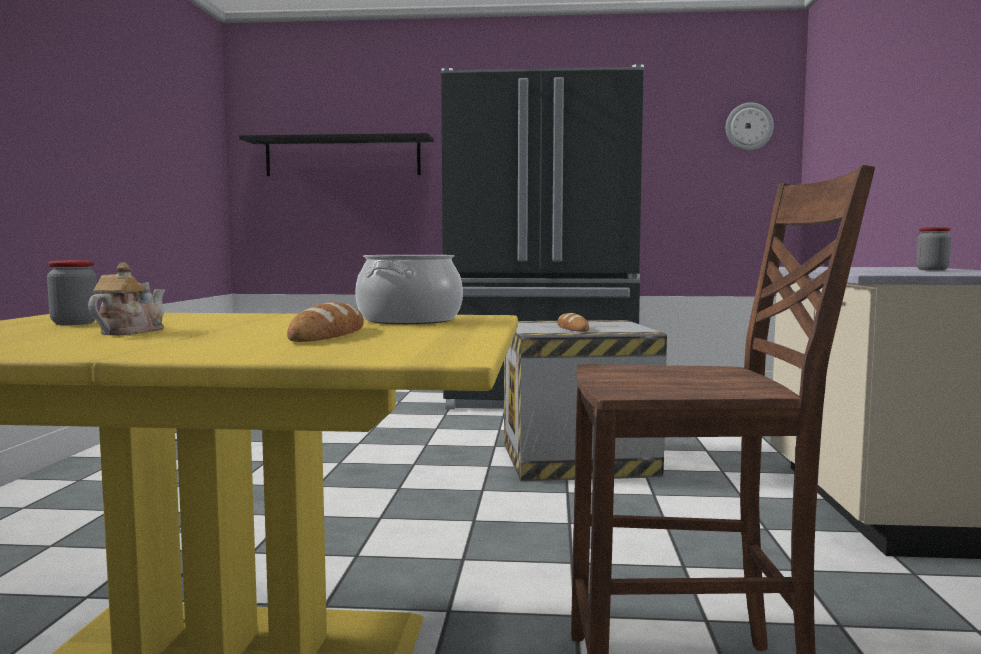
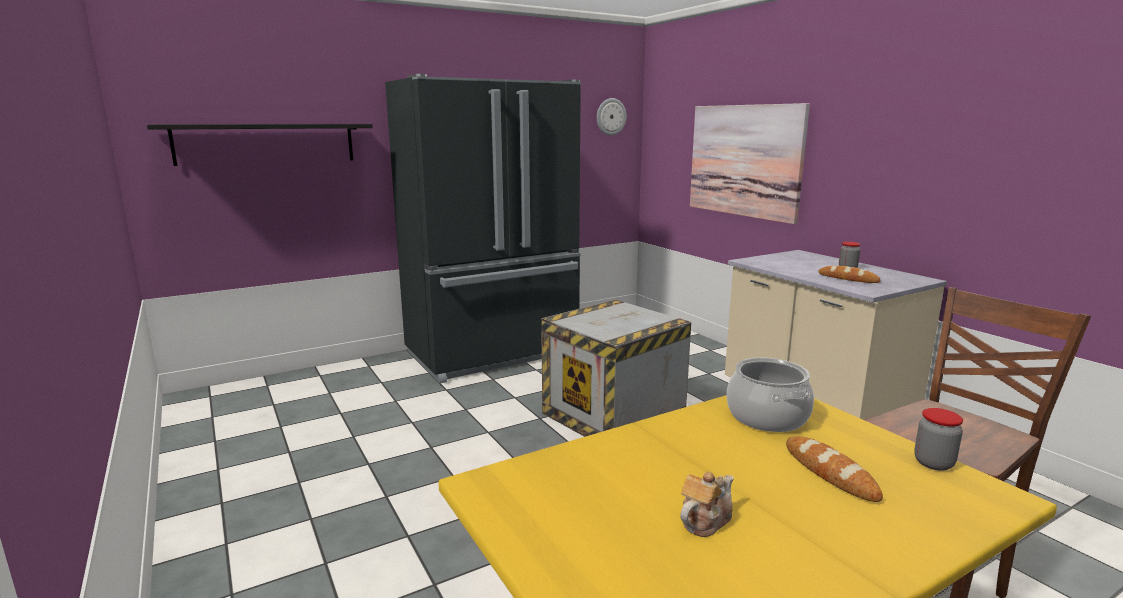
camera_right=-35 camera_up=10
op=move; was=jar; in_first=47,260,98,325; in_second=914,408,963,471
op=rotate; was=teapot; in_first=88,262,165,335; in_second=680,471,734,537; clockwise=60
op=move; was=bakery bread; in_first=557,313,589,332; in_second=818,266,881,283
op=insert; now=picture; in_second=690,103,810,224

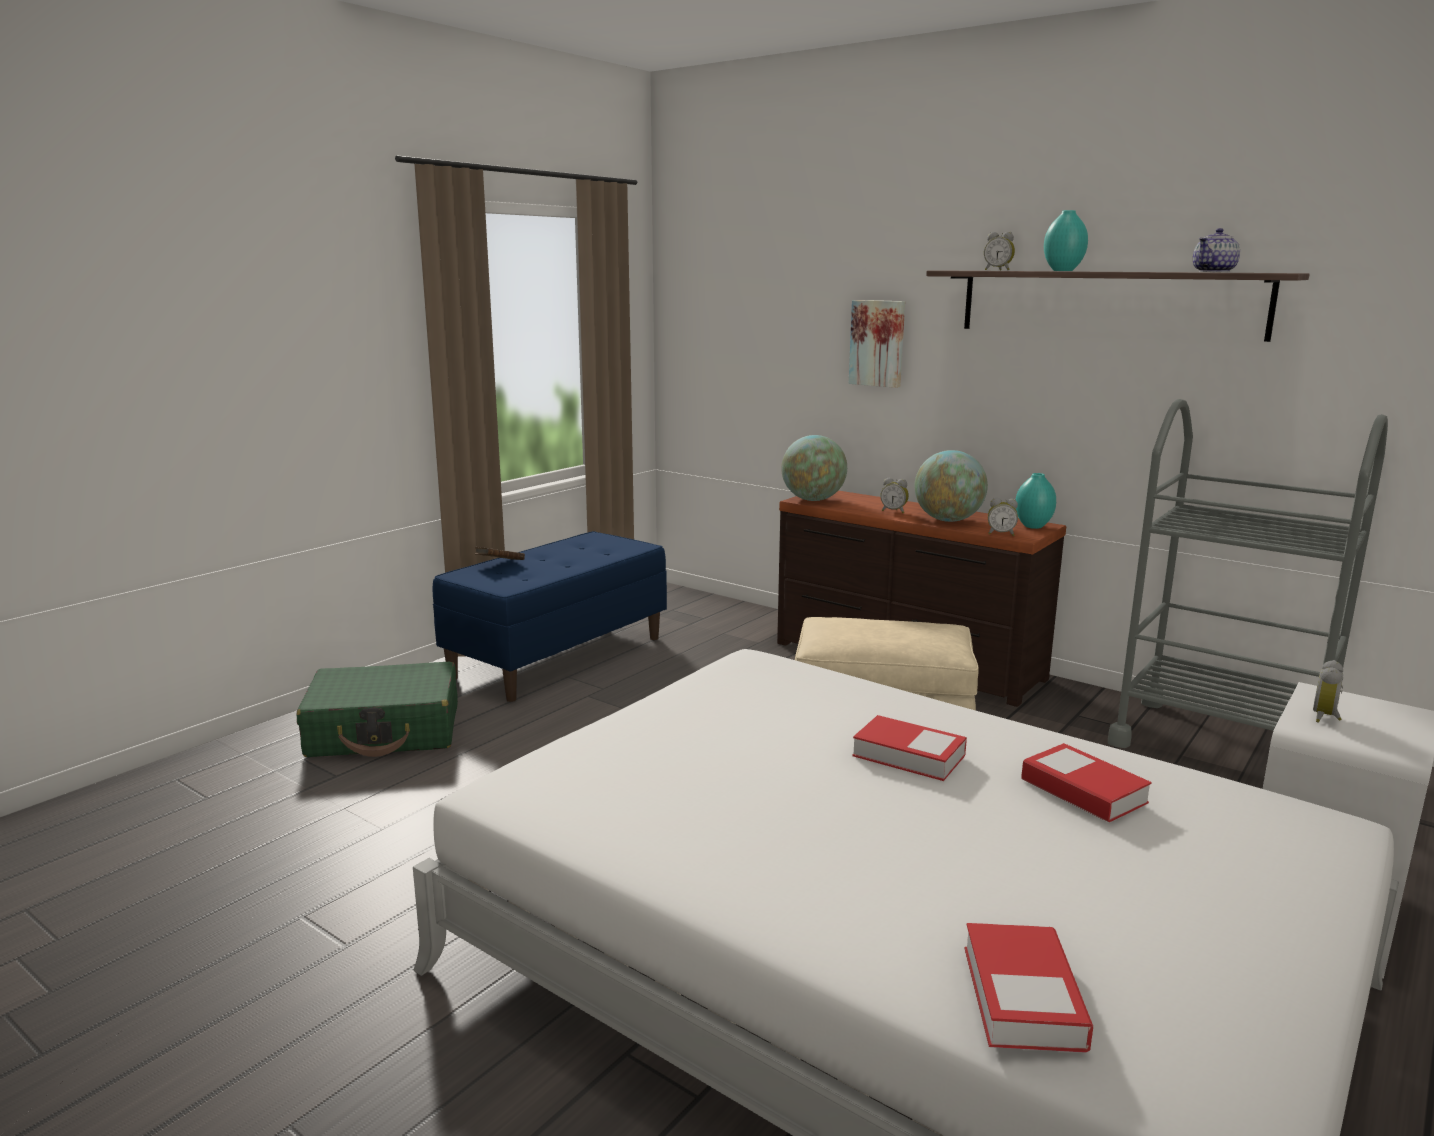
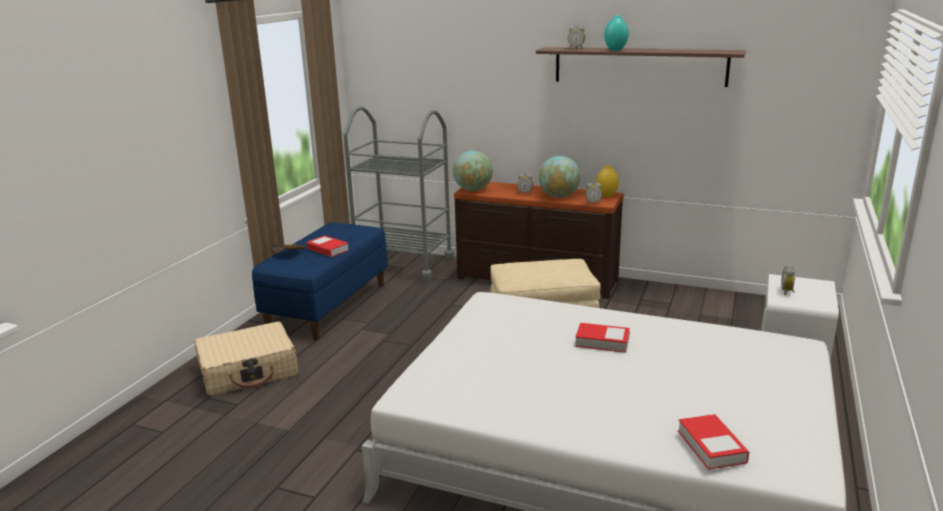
camera_right=-15 camera_up=5
op=delete; was=teapot; in_first=1193,228,1240,272
op=delete; was=picture; in_first=849,300,905,388
op=move; was=greyish trolley; in_first=1108,399,1388,748; in_second=343,107,455,281
op=recolor; was=turquoise-coloured flower vase; now=yellowish flower vase; in_first=1015,473,1056,529; in_second=596,165,619,197
op=recolor; was=green-coloured suitcase; now=sand-coloured suitcase; in_first=297,662,458,757; in_second=194,322,298,396
op=move; was=bound book; in_first=1021,743,1152,822; in_second=307,235,349,257

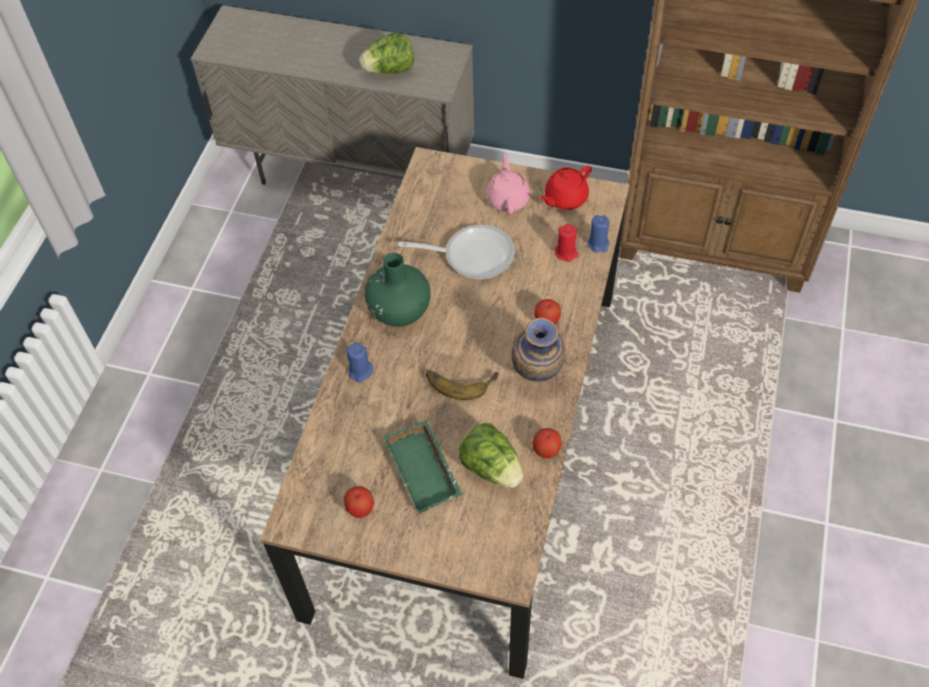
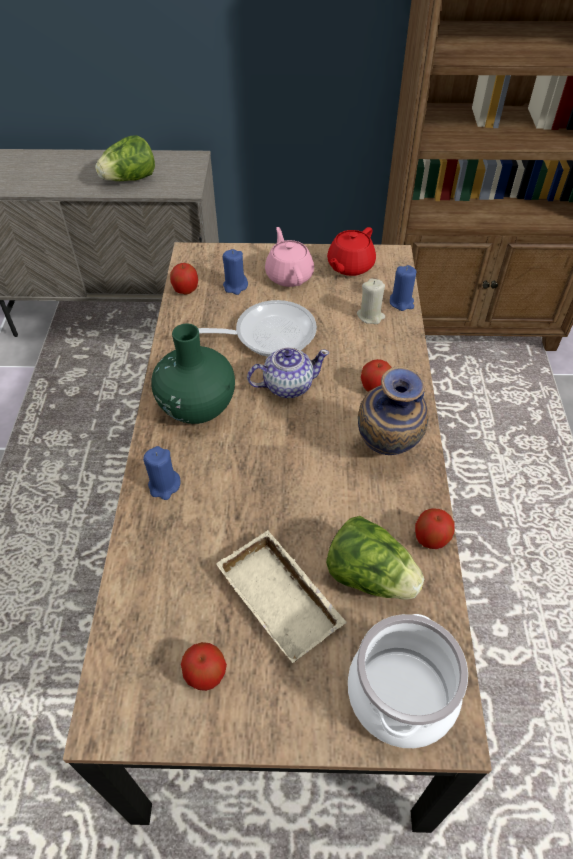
camera_right=-15 camera_up=-5
op=recolor; was=red-coloured wax light; now=sand-coloured wax light; in_first=554,224,579,262; in_second=357,279,385,324
op=delete; was=banana; in_first=426,371,498,400
op=recolor; was=green-coloured tray; now=sand-coloured tray; in_first=383,420,463,513; in_second=216,530,347,663
op=insert; now=blue wax light; in_second=223,249,248,295
op=insert; now=apple; in_second=170,263,198,294
op=insert; now=teapot; in_second=247,347,329,398
op=insert; now=cooking pot; in_second=348,614,468,748

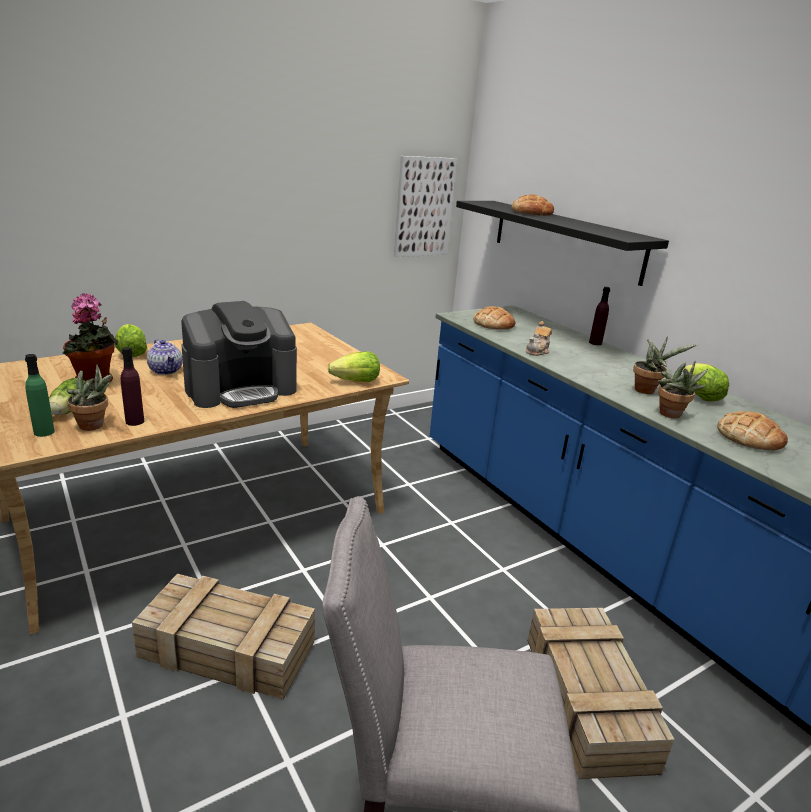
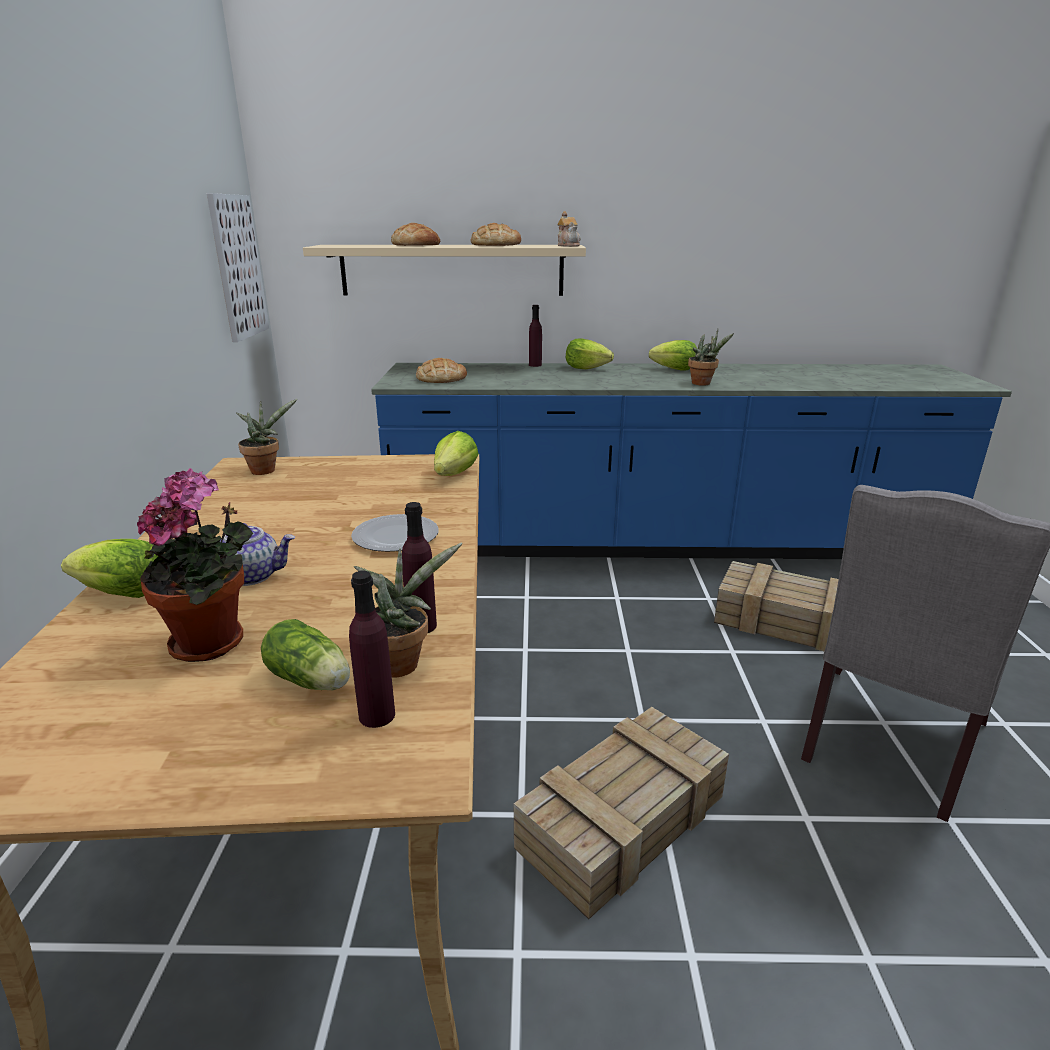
camera_right=-55 camera_up=0
op=recolor; was=black bracket shelf; now=sand-coloured bracket shelf; in_first=456,201,669,286; in_second=303,245,586,296
op=replace; was=coffee machine; now=flat dish; in_first=181,301,297,408; in_second=351,514,439,552
op=move; was=teapot; in_first=526,321,552,356; in_second=557,211,581,247
op=move; was=potted plant; in_first=633,336,697,394; in_second=236,399,297,475
op=recolor; was=green-coloured drink bottle; now=purple-coloured drink bottle; in_first=25,354,55,437; in_second=349,571,395,728
op=move; was=bakery bread; in_first=717,411,788,450; in_second=471,223,521,246
op=insert; now=lettuce head; in_second=566,339,614,369

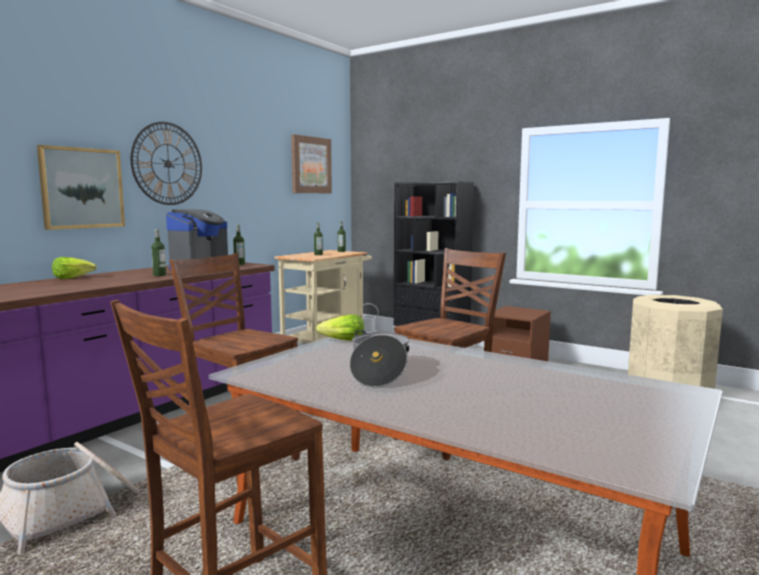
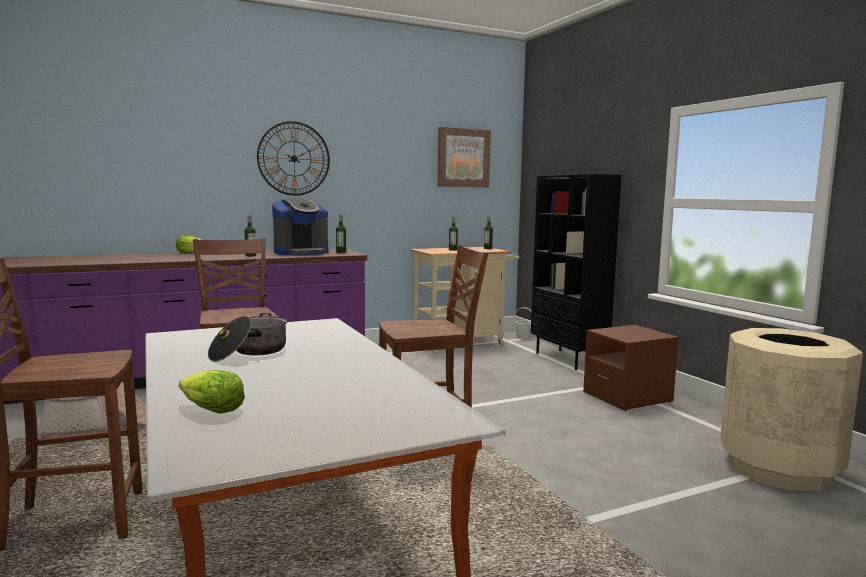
camera_right=30 camera_up=0
op=delete; was=picture; in_first=37,145,125,230
op=move; was=lettuce head; in_first=316,314,364,341; in_second=179,370,245,414

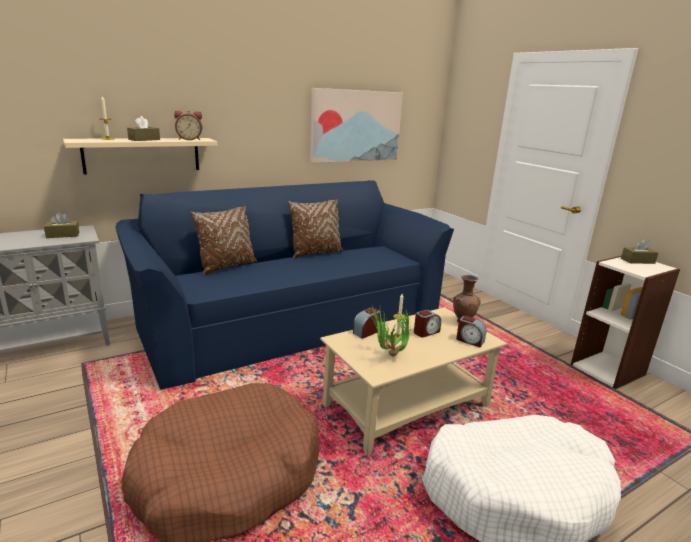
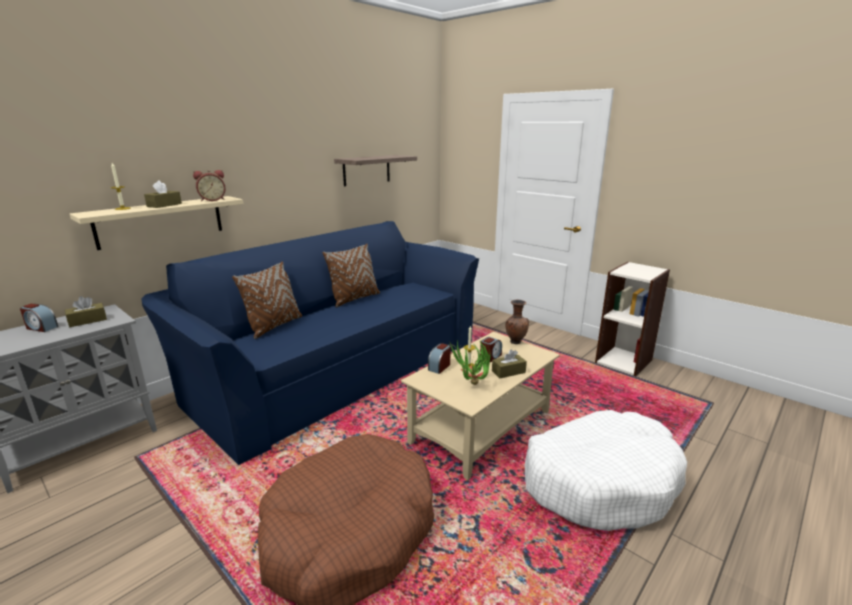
camera_right=-15 camera_up=0
op=replace; was=picture; now=bracket shelf; in_first=310,88,403,163; in_second=334,155,417,186
op=move; was=brown box of tissues; in_first=621,239,659,264; in_second=492,349,527,378
op=move; was=bedside clock; in_first=456,316,486,347; in_second=20,304,58,332

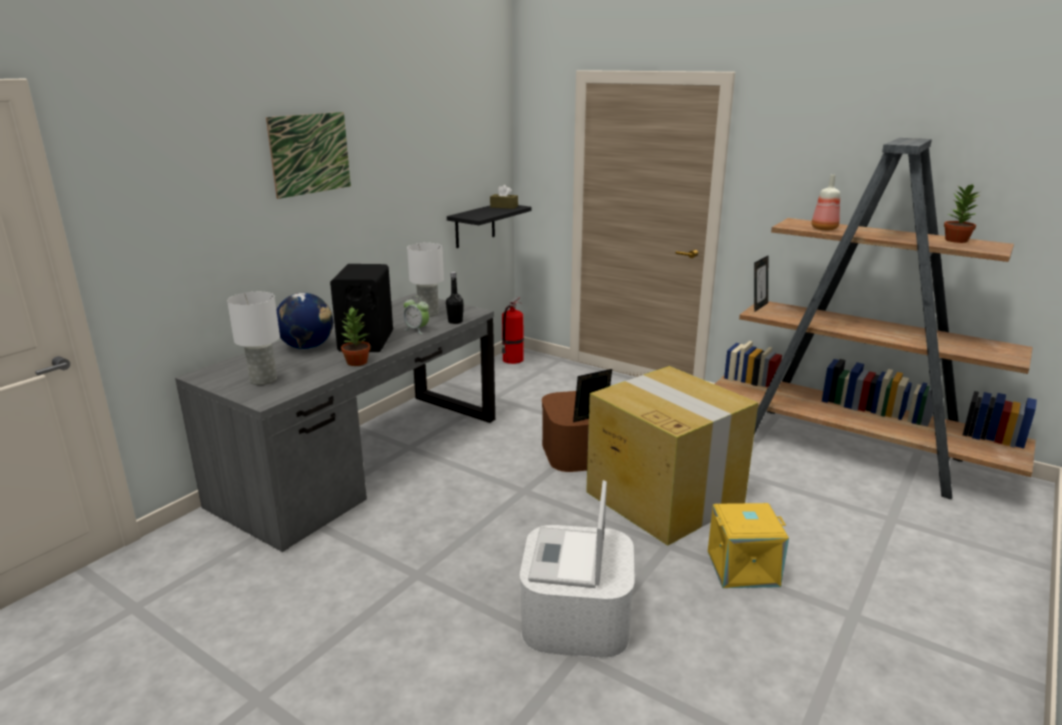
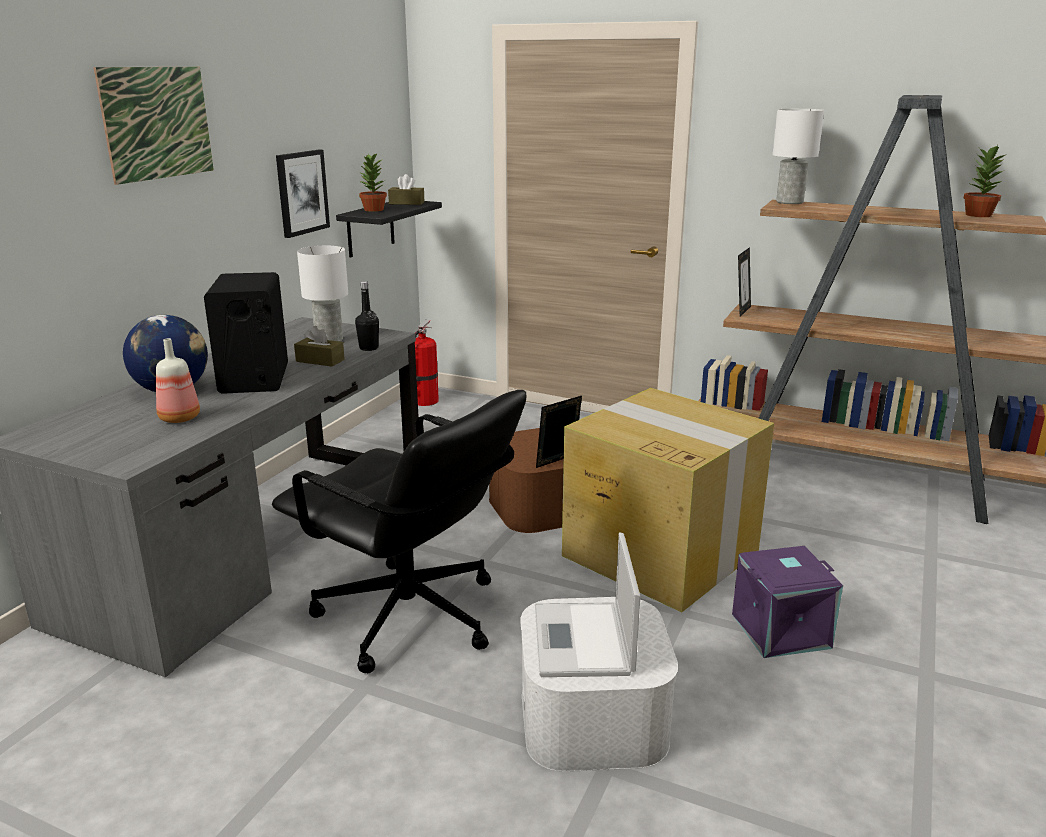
camera_right=-10 camera_up=0
op=move; was=drink bottle; in_first=811,174,840,230; in_second=156,338,200,423
op=move; was=white table lamp; in_first=227,292,280,385; in_second=772,109,824,204
op=replace; was=bedside clock; now=brown box of tissues; in_first=403,296,429,334; in_second=294,326,345,367
op=move; was=potted plant; in_first=341,307,370,366; in_second=359,153,387,212
op=recolor; was=yellowish storage container; now=purple-coloured storage container; in_first=708,503,789,588; in_second=732,546,843,658
op=insert; now=picture; in_second=276,150,330,238
op=insert; now=black computer chair; in_second=272,390,526,673

